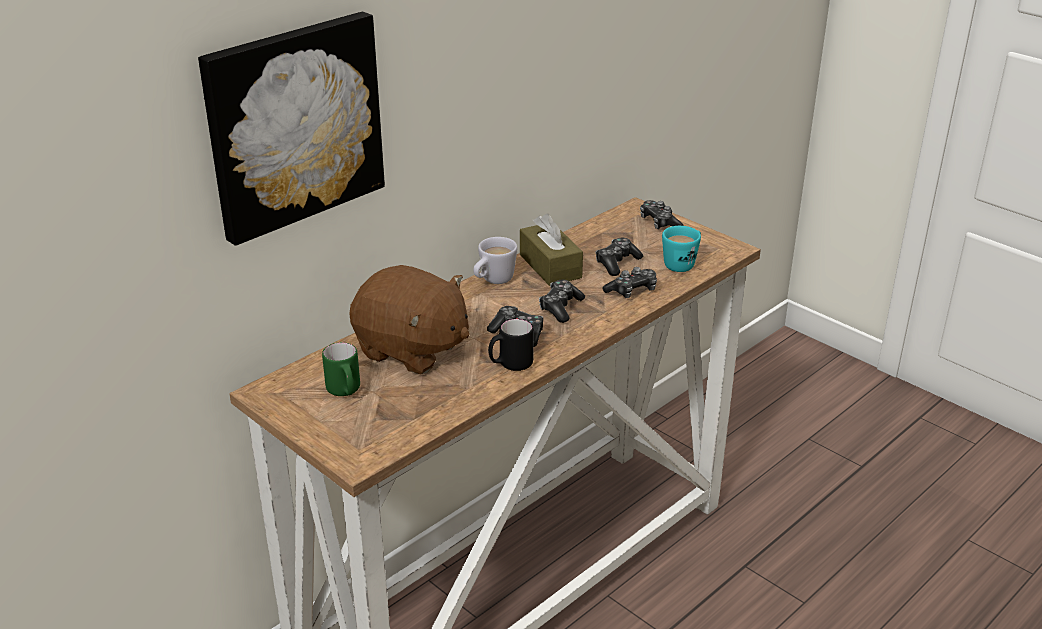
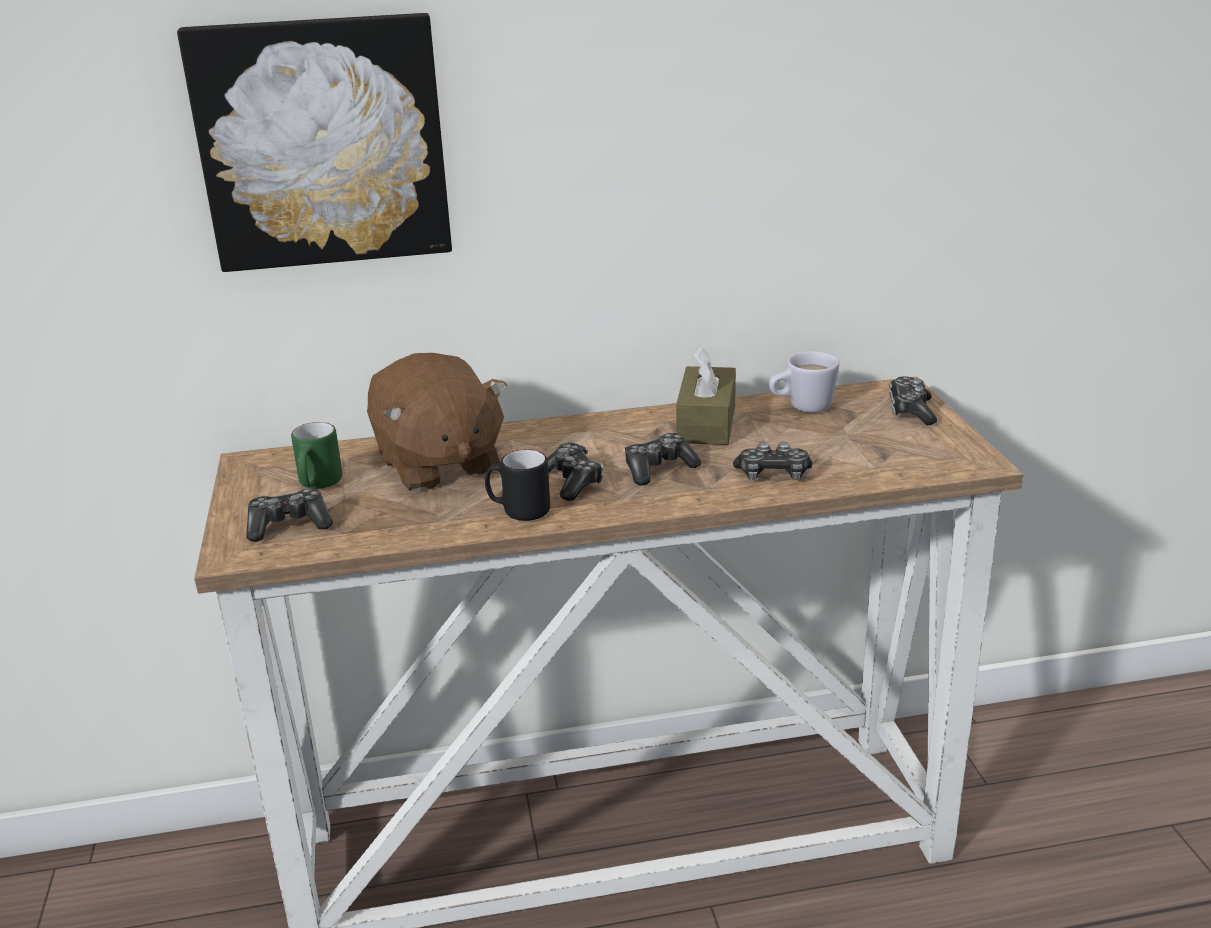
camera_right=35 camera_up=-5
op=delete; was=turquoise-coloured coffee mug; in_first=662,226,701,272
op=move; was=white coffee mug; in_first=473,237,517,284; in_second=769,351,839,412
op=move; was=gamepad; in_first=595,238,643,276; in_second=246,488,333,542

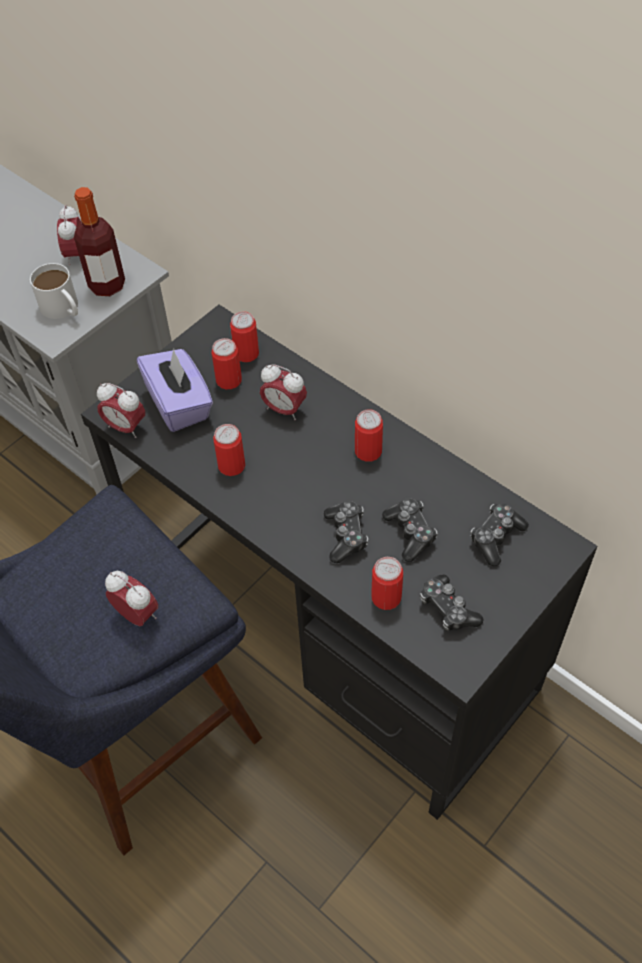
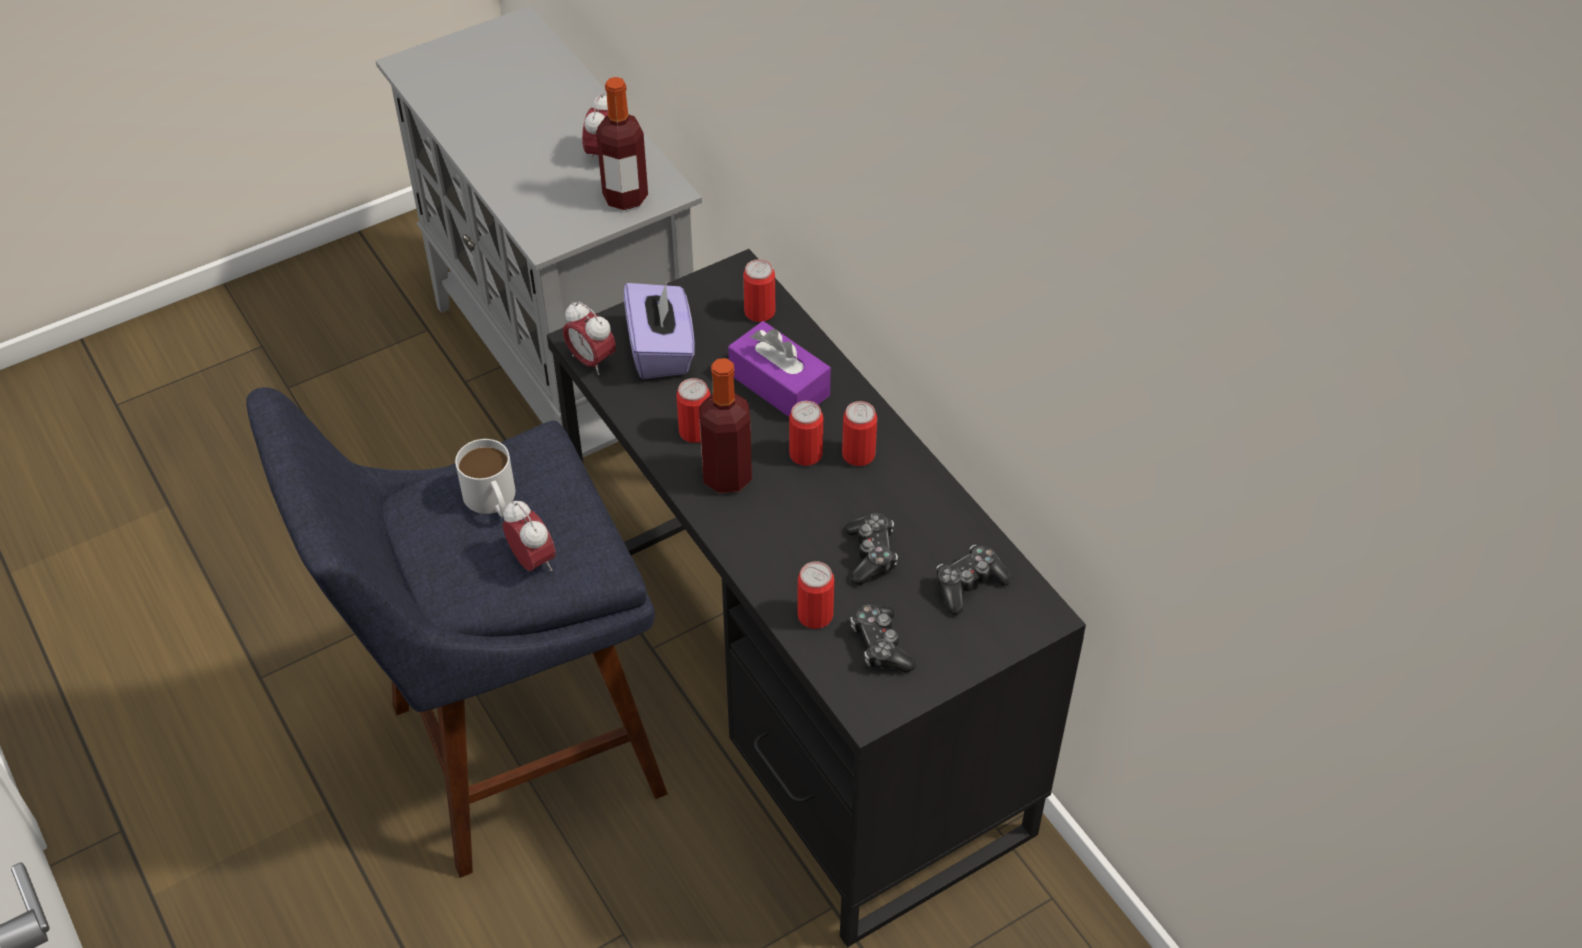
camera_right=15 camera_up=-5
op=move; was=white coffee mug; in_first=30,263,78,319; in_second=455,439,516,517
op=move; was=can; in_first=212,338,242,389; in_second=789,401,823,466
op=replace; was=bedside clock; now=purple-coloured box of tissues; in_first=260,364,307,420; in_second=728,321,831,417
op=delete; was=gamepad; in_first=324,501,368,563
op=insert; now=drink bottle; in_second=699,358,752,493

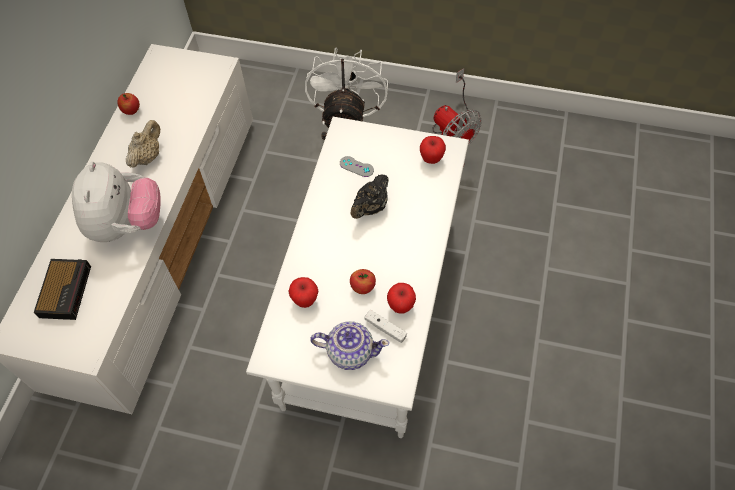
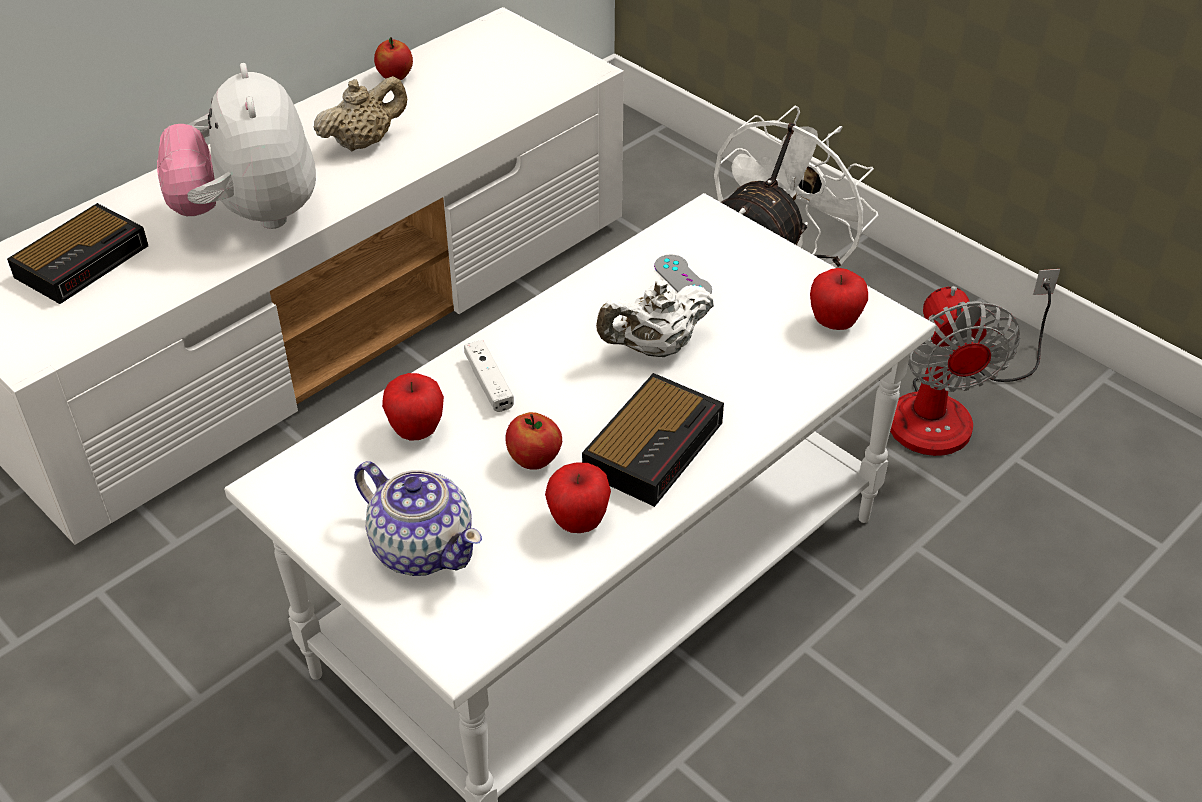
camera_right=30 camera_up=-15
op=rotate; was=plush toy; in_first=72,162,161,242; in_second=157,63,316,229; clockwise=135
op=recolor; was=black teapot; now=white teapot; in_first=351,174,389,219; in_second=596,280,714,357
op=move; was=white gamepad; in_first=365,310,407,343; in_second=464,340,514,412
op=insert; now=bedside clock; in_second=582,373,724,507

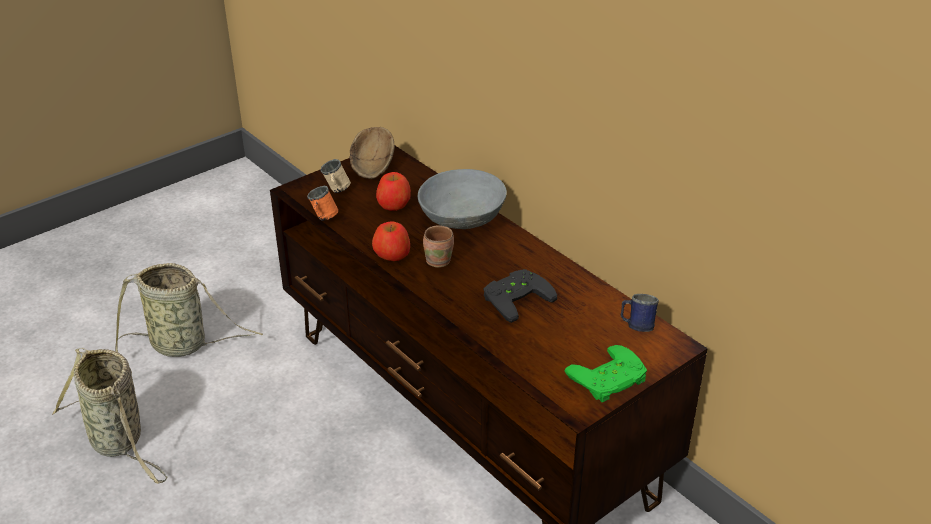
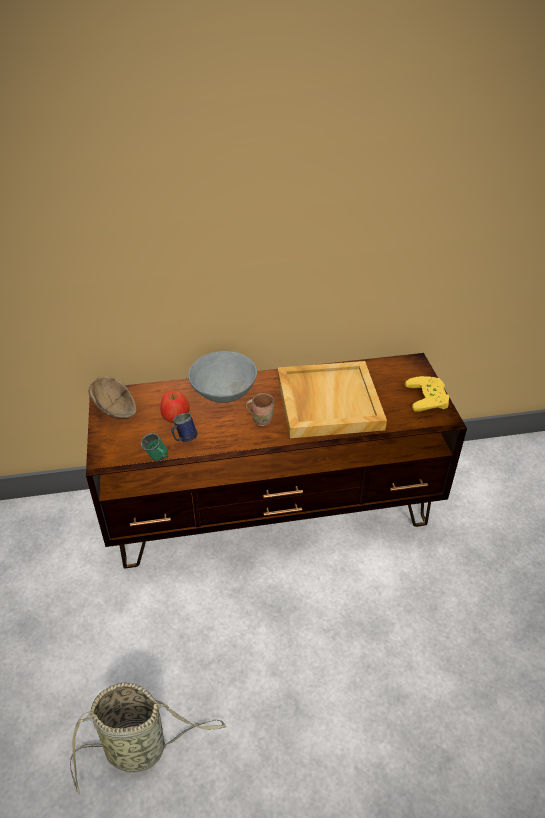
camera_right=-60 camera_up=5
op=delete; was=sand-coloured coffee mug; in_first=321,159,351,193
op=recolor; was=orange-coloured coffee mug; now=green-coloured coffee mug; in_first=307,186,338,221; in_second=141,433,168,461
op=delete; was=apple; in_first=372,221,410,261
op=delete; was=storage basket; in_first=115,263,263,357
op=replace; was=black gamepad; now=sand-coloured tray; in_first=483,269,557,323; in_second=278,361,387,438
op=move; was=blue coffee mug; in_first=621,294,659,332; in_second=171,413,198,442
op=recolor; was=green-coloured gamepad; now=yellowish gamepad; in_first=565,345,647,402; in_second=405,376,449,412

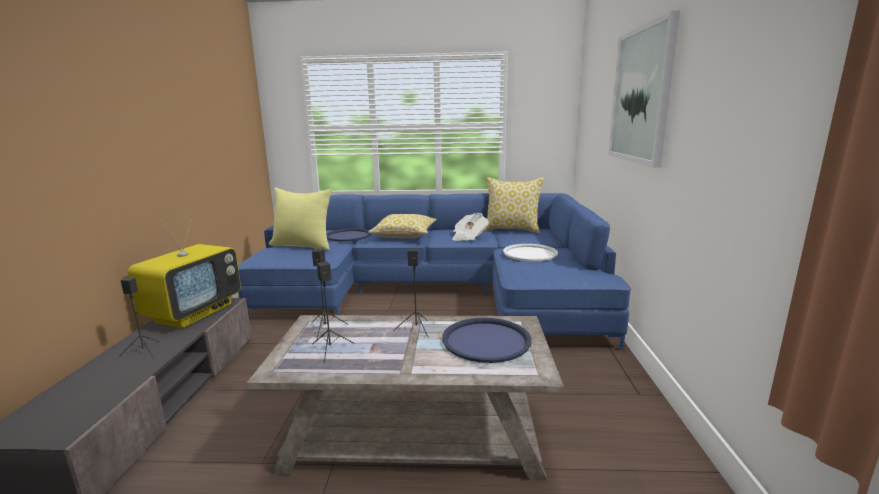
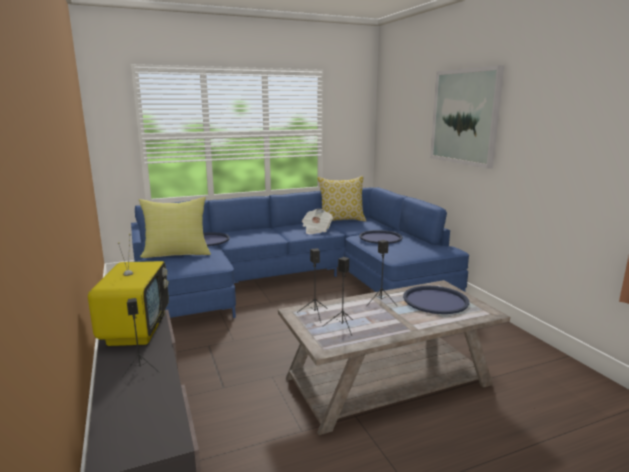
camera_right=-25 camera_up=0
op=delete; was=pillow; in_first=368,214,437,238
op=recolor; was=white tray; now=blue tray; in_first=503,244,558,261; in_second=359,230,403,244

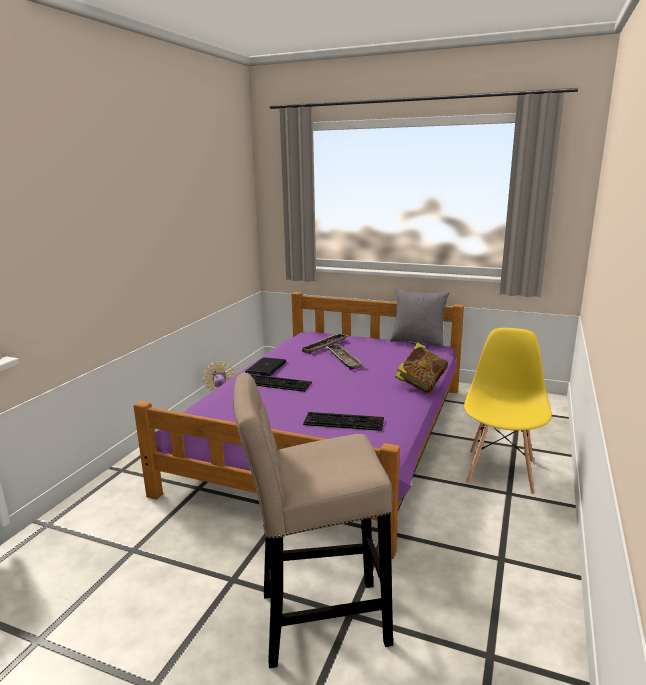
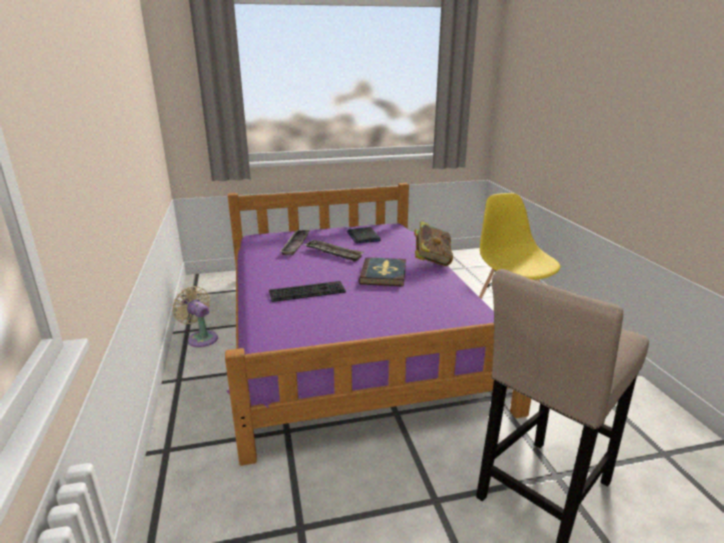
camera_right=-35 camera_up=5
op=delete; was=greyish pillow; in_first=390,288,449,347
op=move; was=laptop; in_first=245,358,287,376; in_second=347,227,381,244
op=delete; was=keyboard; in_first=303,412,384,431
op=insert; now=bound book; in_second=359,257,406,287

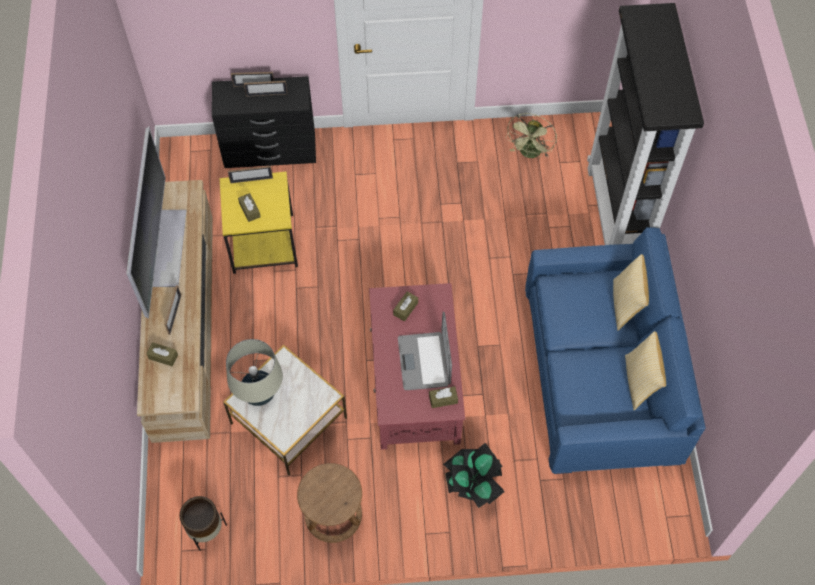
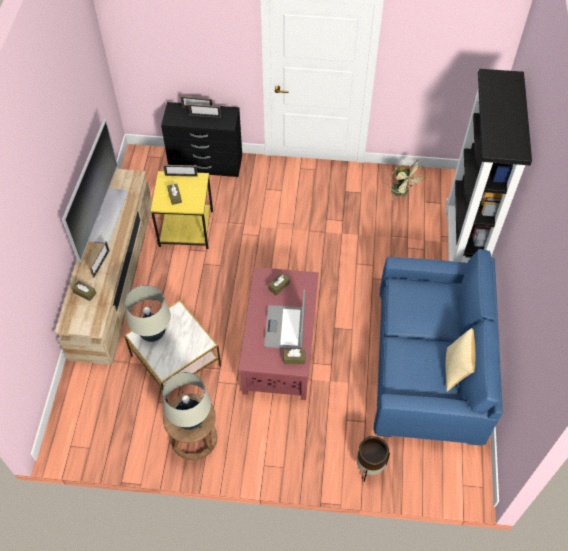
camera_right=10 camera_up=-5
op=rotate; was=green-coloured fan; in_first=506,113,557,158; in_second=389,159,426,200; clockwise=-60
op=delete; was=pillow; in_first=613,254,649,331
op=delete; was=potted plant; in_first=443,443,505,508
op=move; was=brown planter; in_first=179,496,227,551; in_second=357,436,390,482
op=insert; now=sand-coloured table lamp; in_second=163,372,211,430

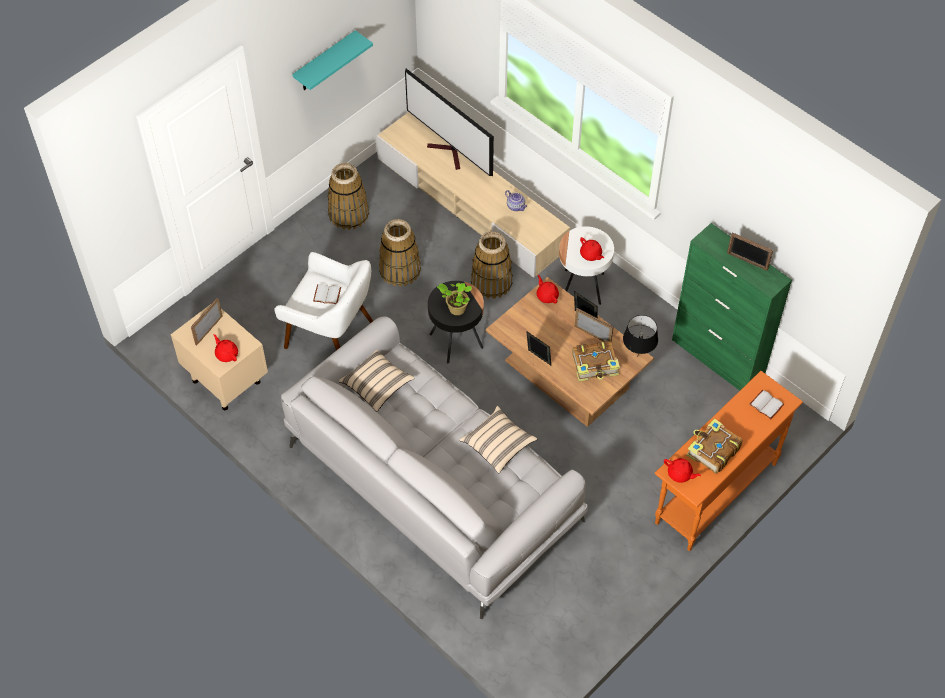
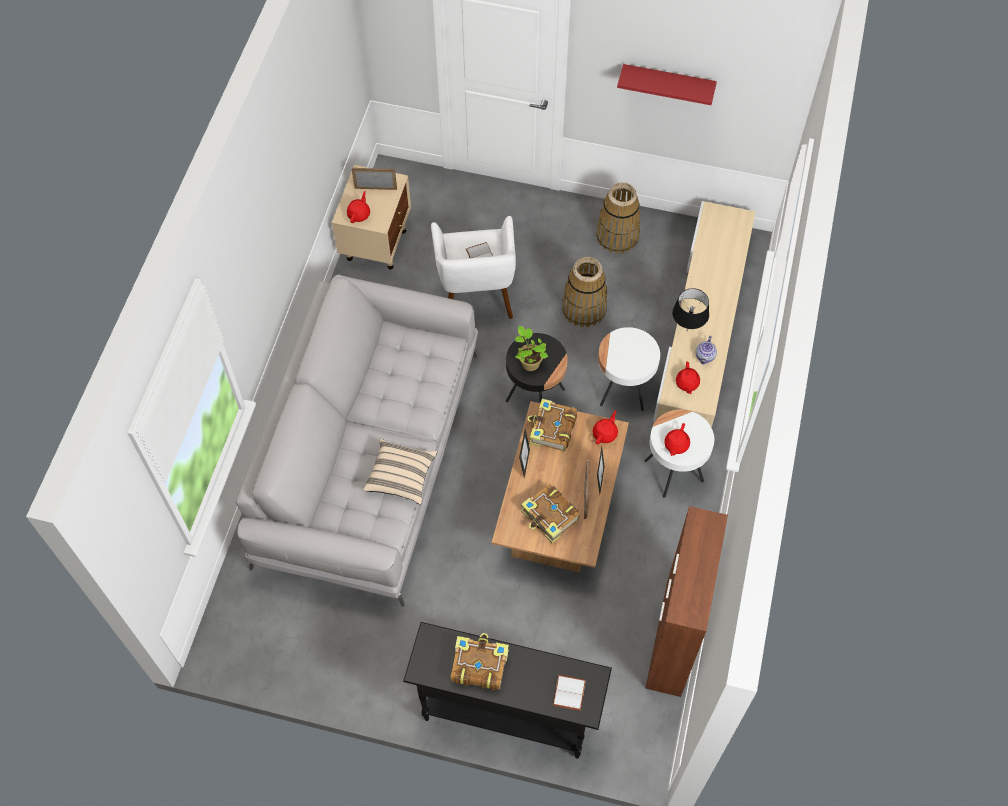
camera_right=60 camera_up=5
op=recolor; was=turquoise-coloured bracket shelf; now=red-coloured bracket shelf; in_first=292,30,373,90; in_second=617,64,717,105
op=delete; was=television; in_first=405,68,494,176
op=recolor; was=green-coloured cabinet; now=brown cabinet; in_first=672,223,792,391; in_second=645,506,728,697
op=replace; was=storage basket; now=white side table; in_first=471,231,513,299; in_second=598,327,660,411
op=delete; was=standing frame; in_first=727,232,773,271
op=move; was=black table lamp; in_first=623,315,658,354; in_second=672,288,709,330
op=delete; was=sand-coloured pillow; in_first=339,350,415,412
op=recolor; was=orange-coloured narrow table; now=black narrow table; in_first=654,371,803,551; in_second=403,622,612,759
op=move; was=red-coloured teapot; in_first=664,458,701,483; in_second=676,362,700,394
op=insert; now=bound book; in_second=528,399,577,452

